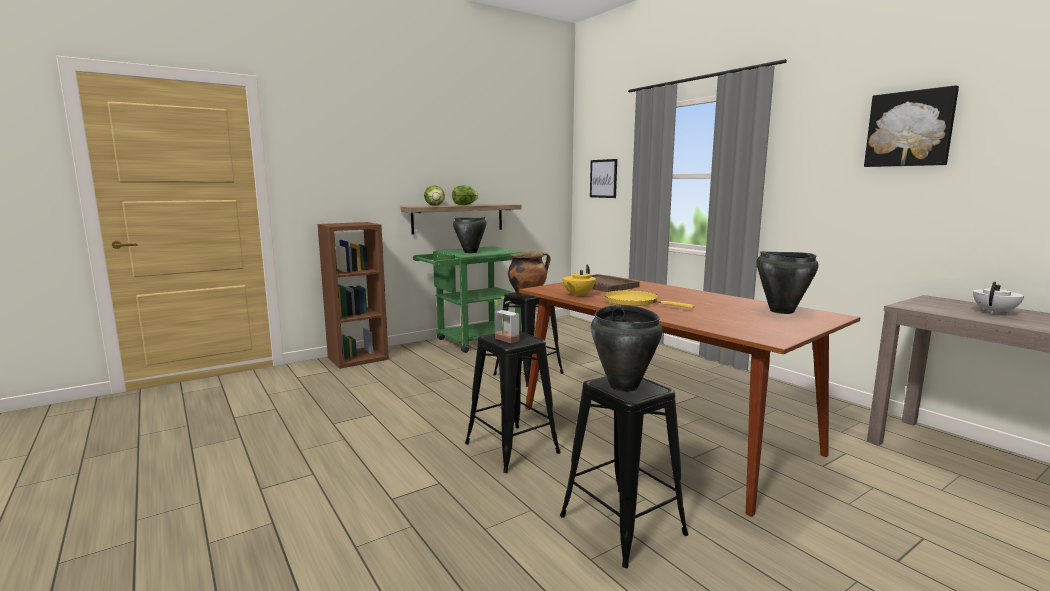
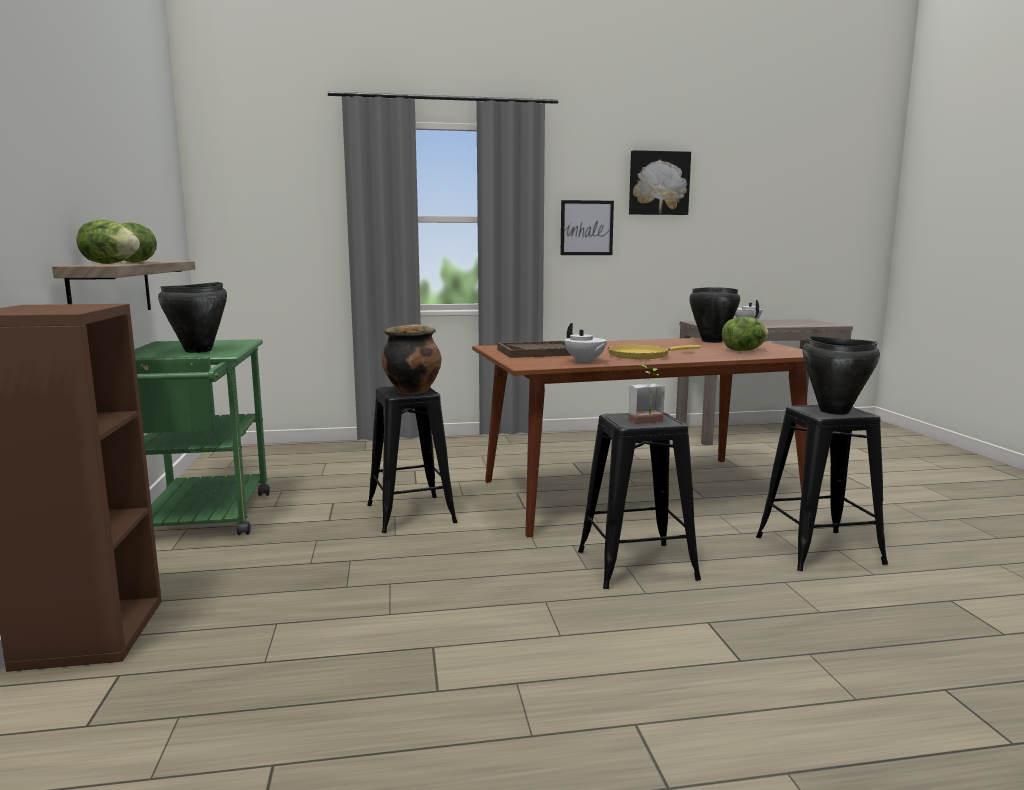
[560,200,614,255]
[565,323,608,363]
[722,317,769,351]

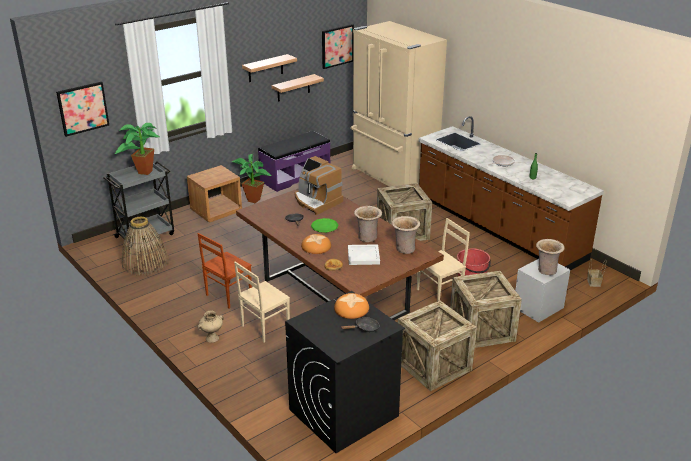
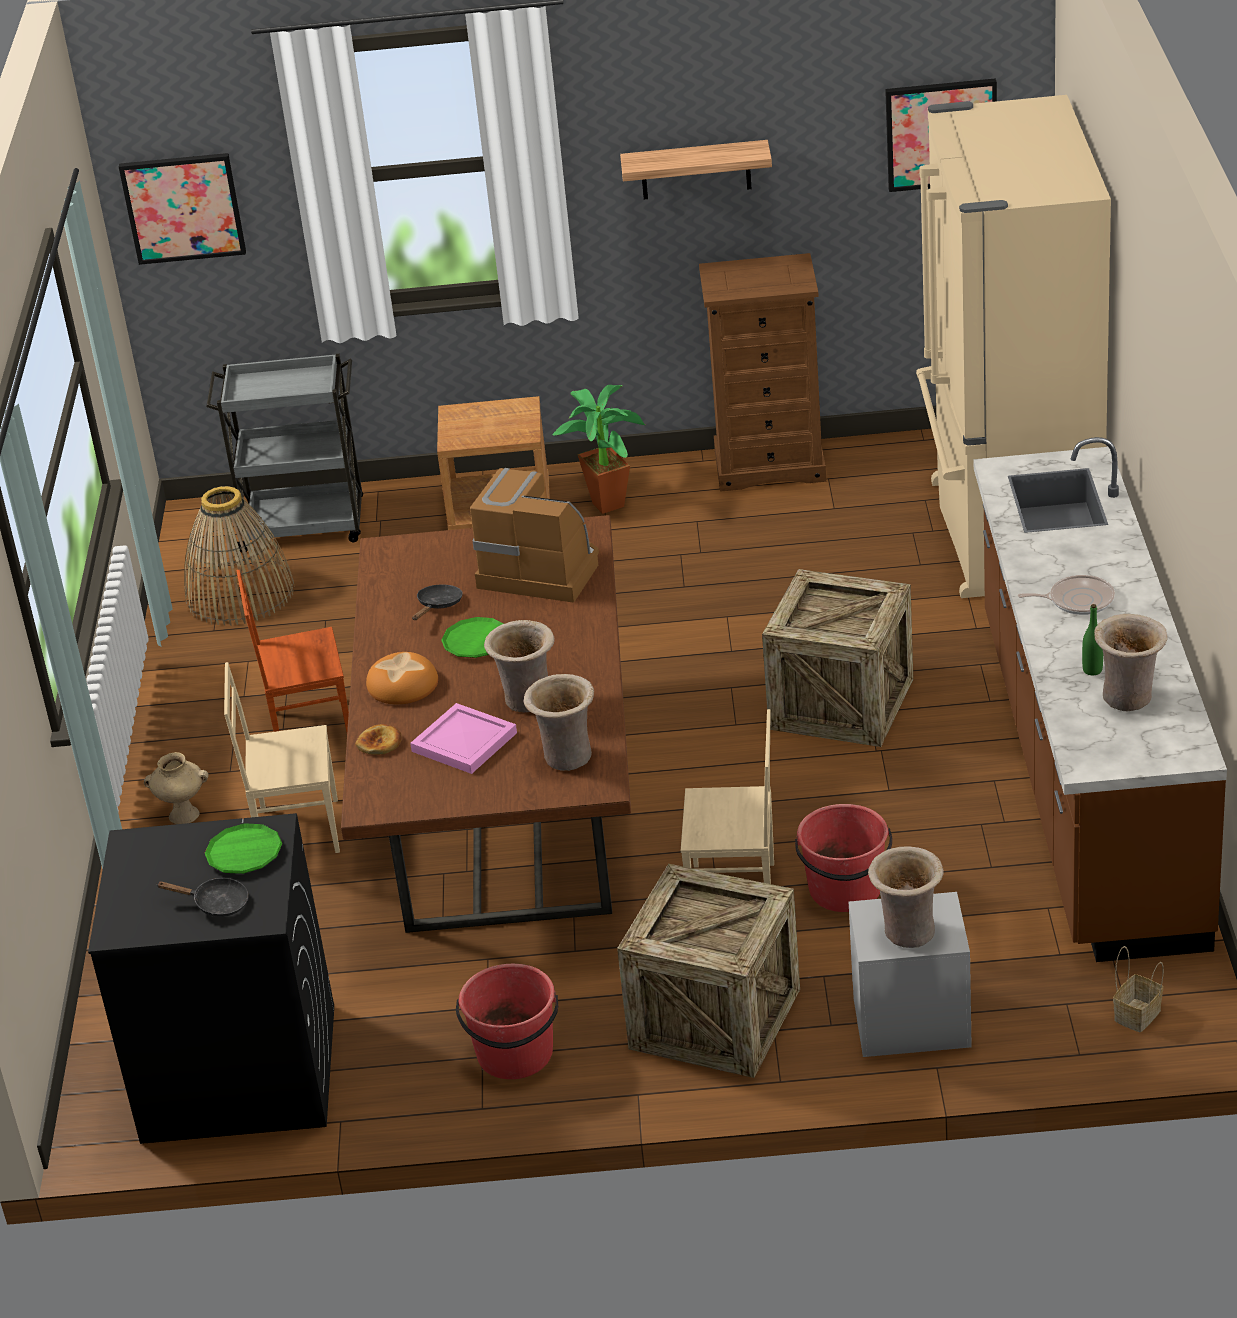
[272,74,324,101] (first image)
[115,123,160,175] (first image)
[699,253,826,492]
[470,468,599,603]
[410,703,517,774]
[205,823,282,874]
[456,964,558,1079]
[1094,614,1167,711]

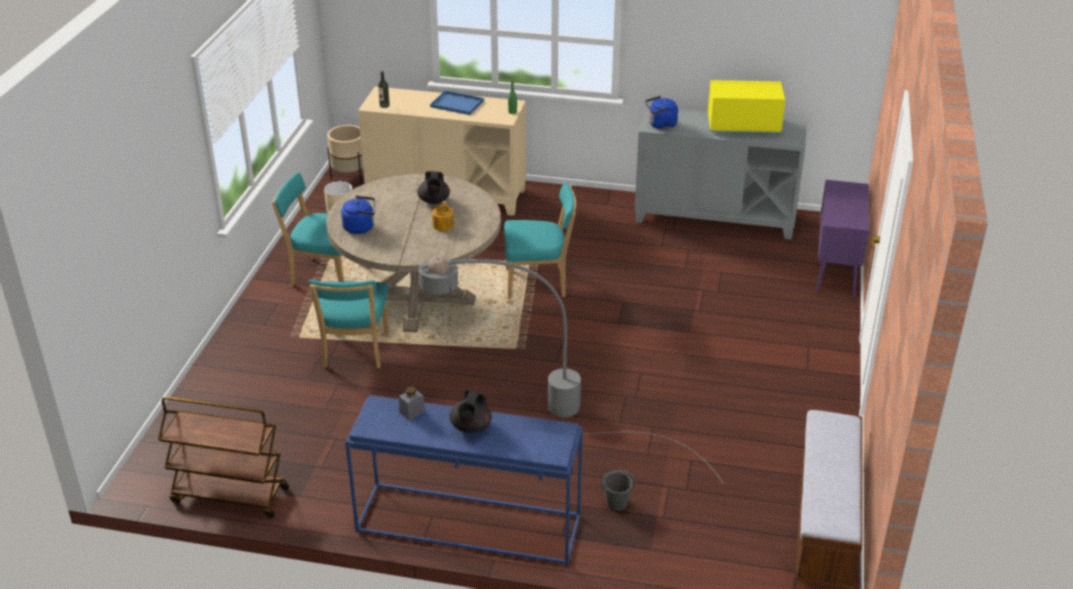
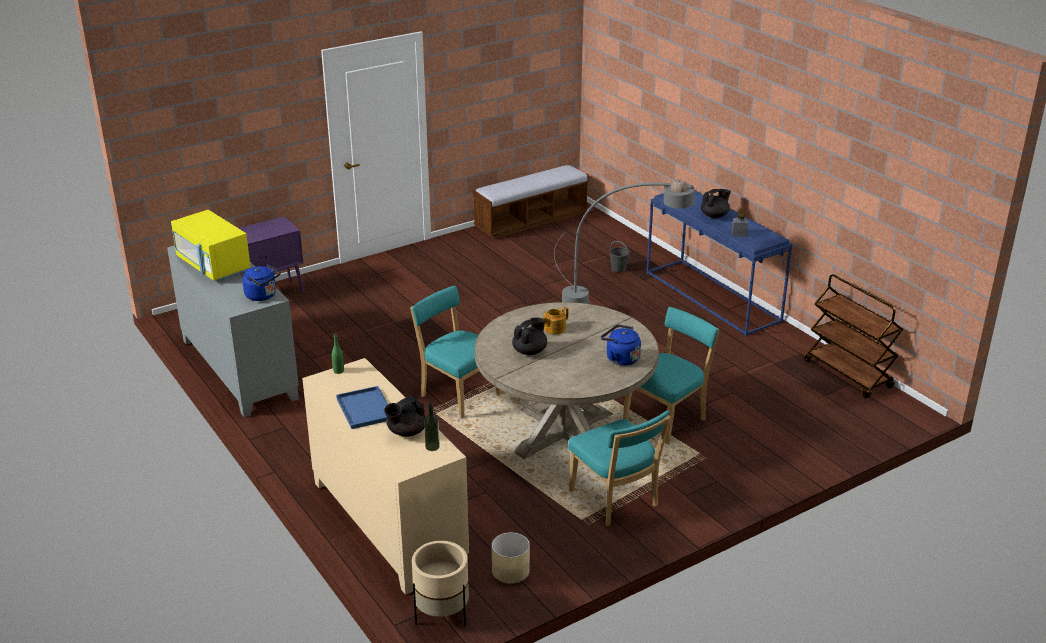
[384,395,426,437]

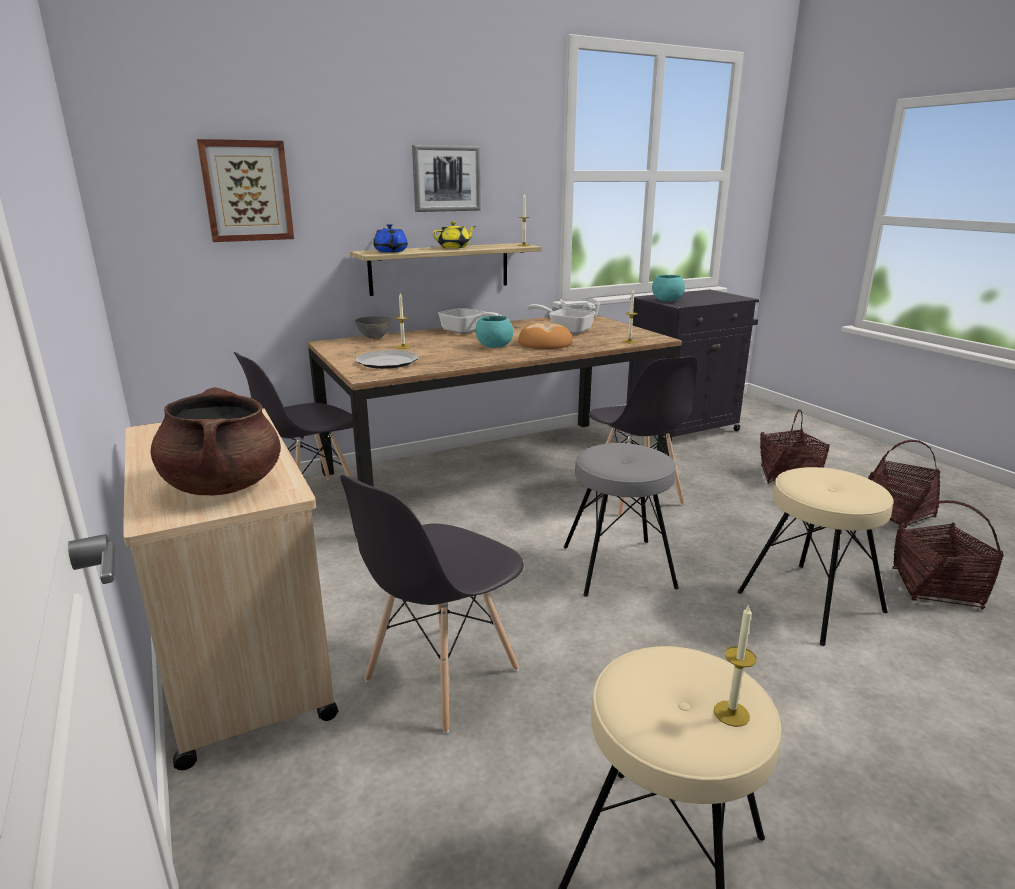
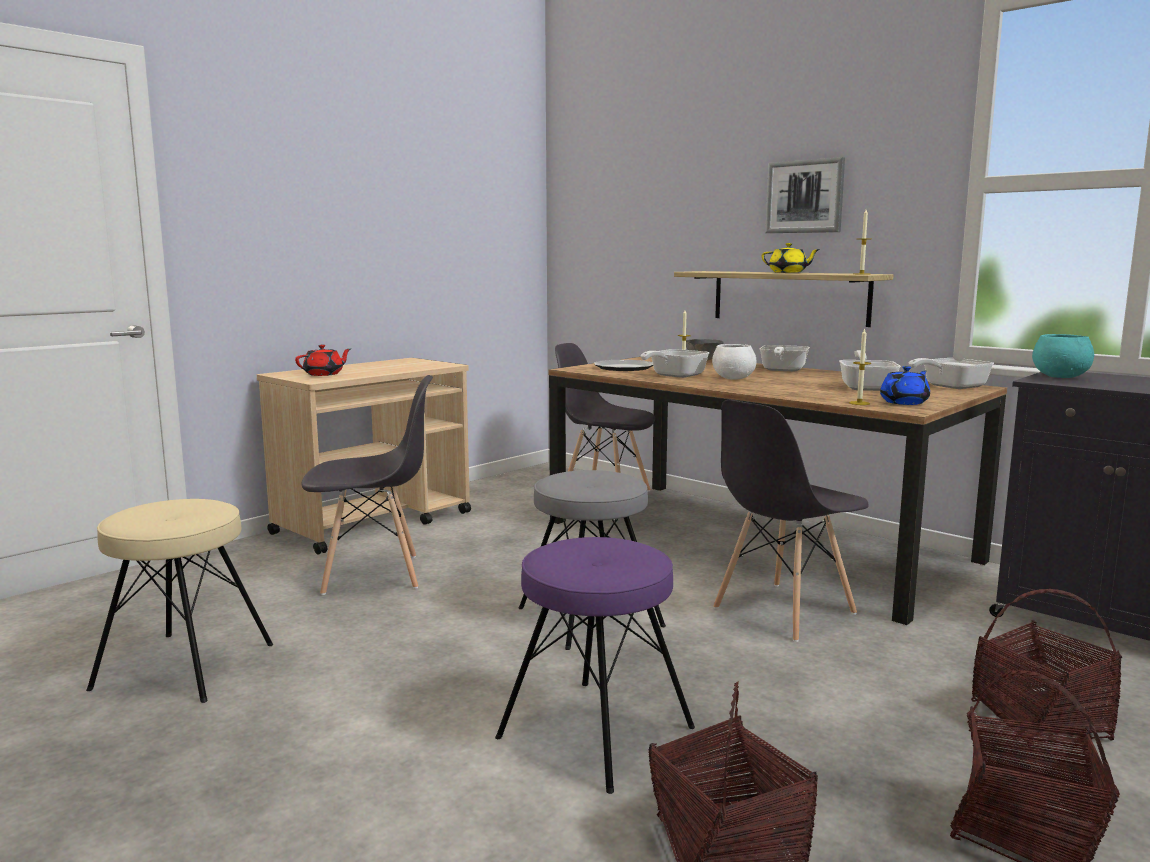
[197,139,294,242] (first image)
[880,366,930,405]
[712,344,756,380]
[518,323,573,349] (first image)
[295,345,351,376]
[495,537,695,794]
[301,375,433,595]
[714,604,757,727] (first image)
[641,349,709,378]

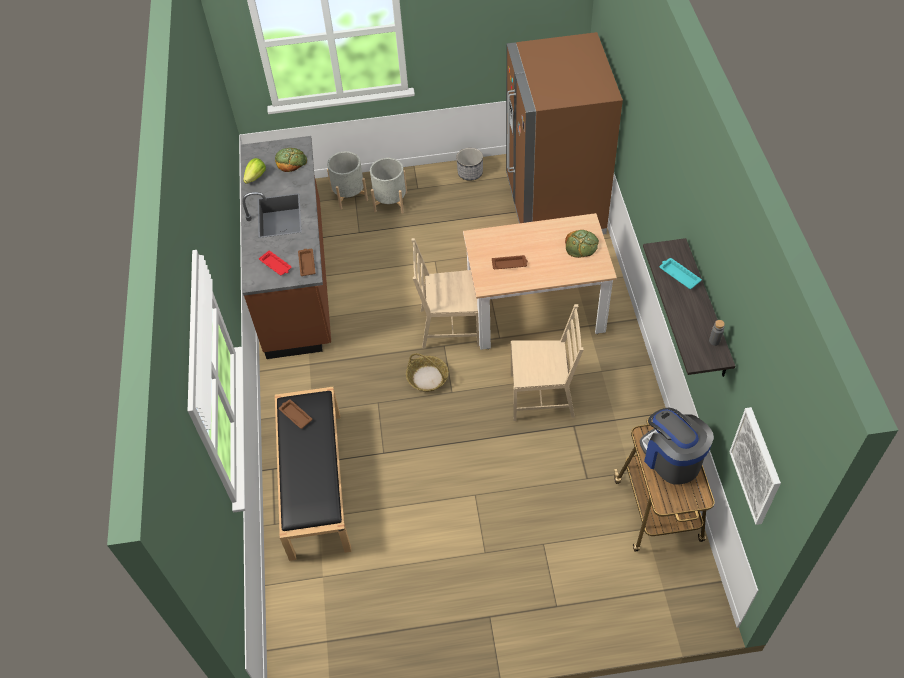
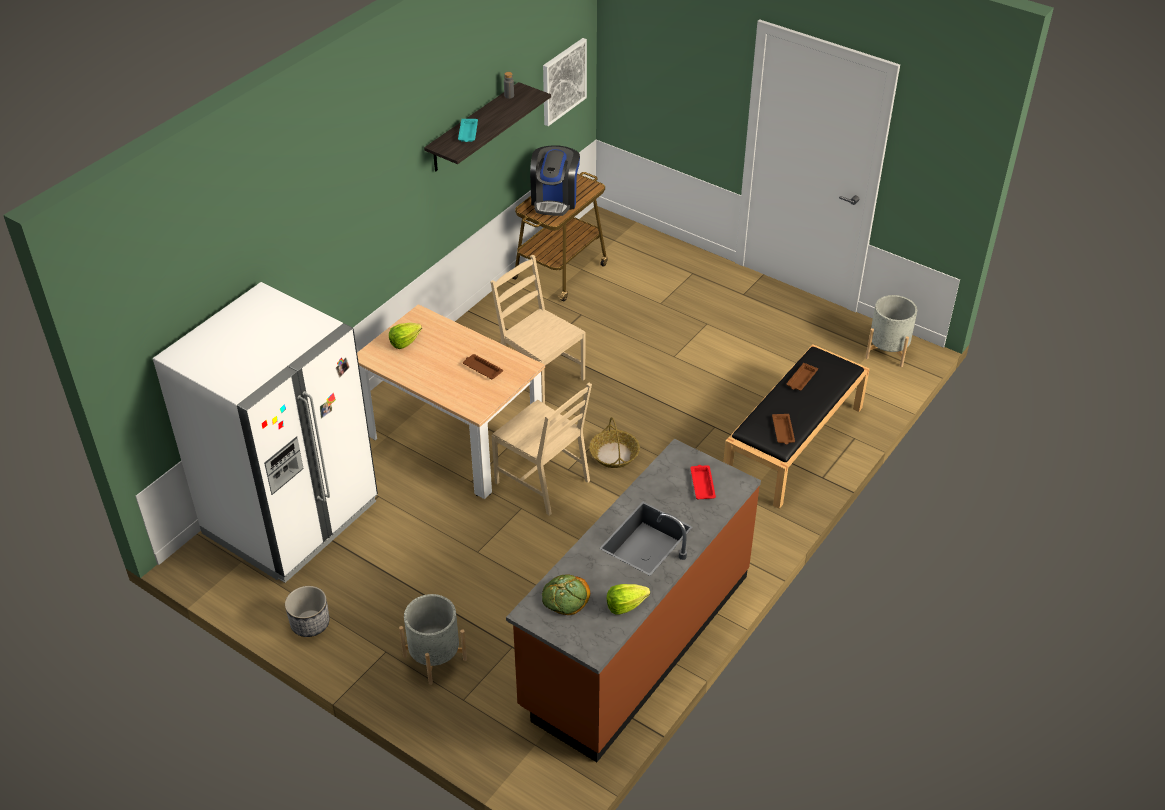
[153,282,378,583]
[865,295,917,367]
[389,322,422,349]
[786,363,818,391]

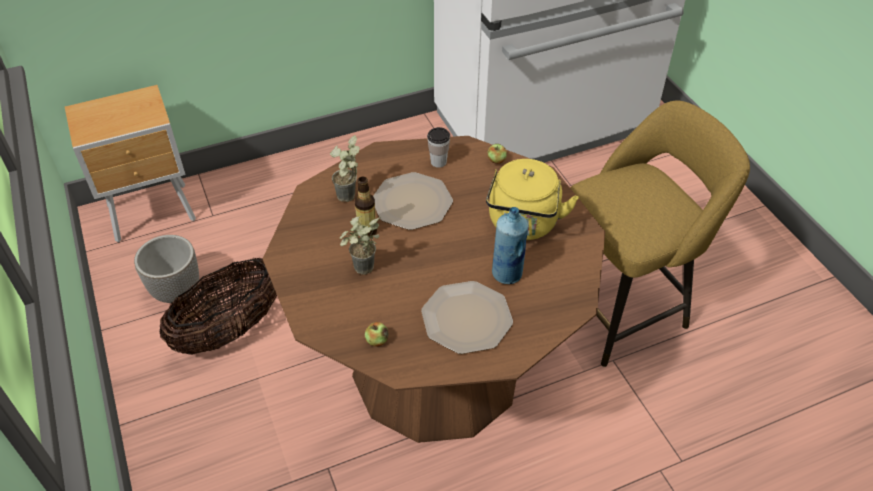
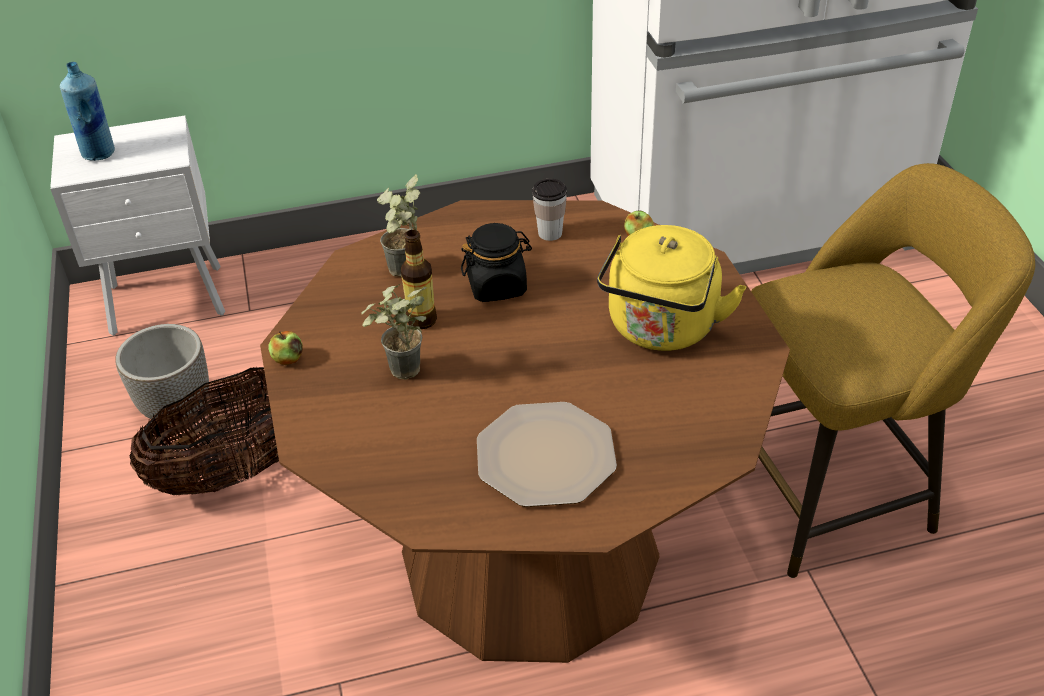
[50,116,225,336]
[461,223,532,302]
[60,62,115,161]
[269,331,303,365]

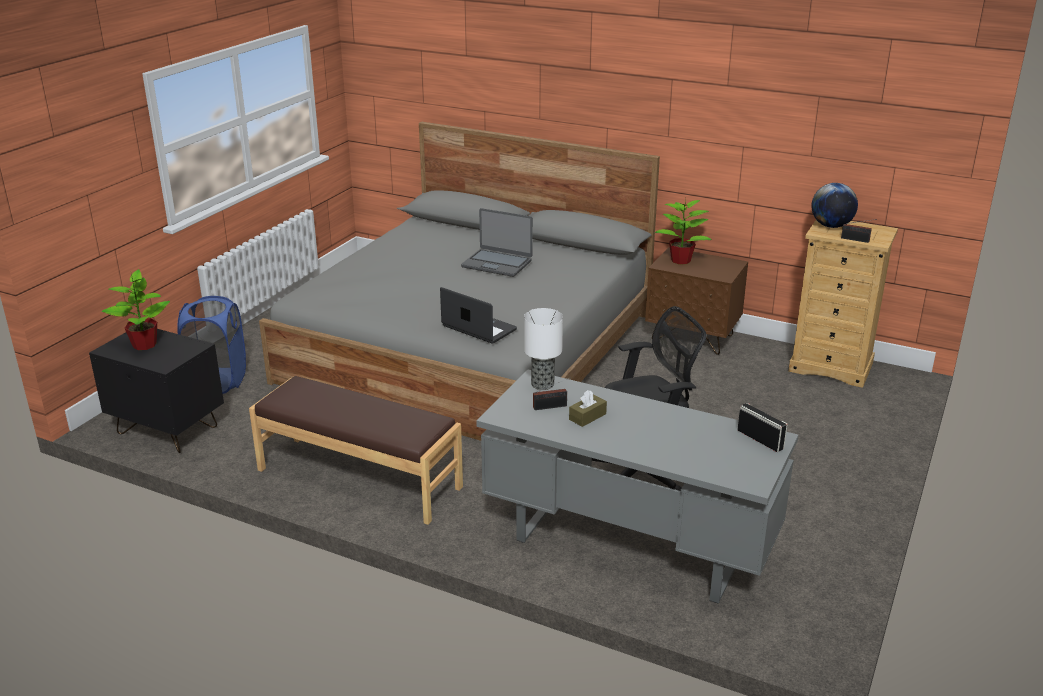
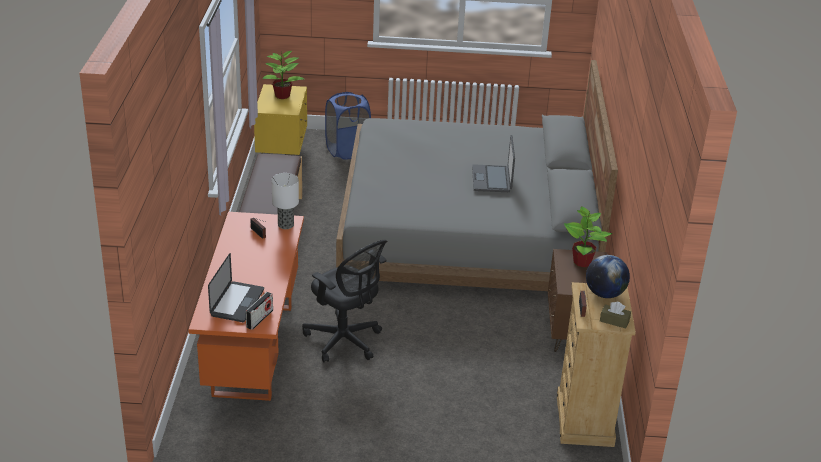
[208,253,264,322]
[254,84,307,156]
[189,212,304,401]
[600,302,631,329]

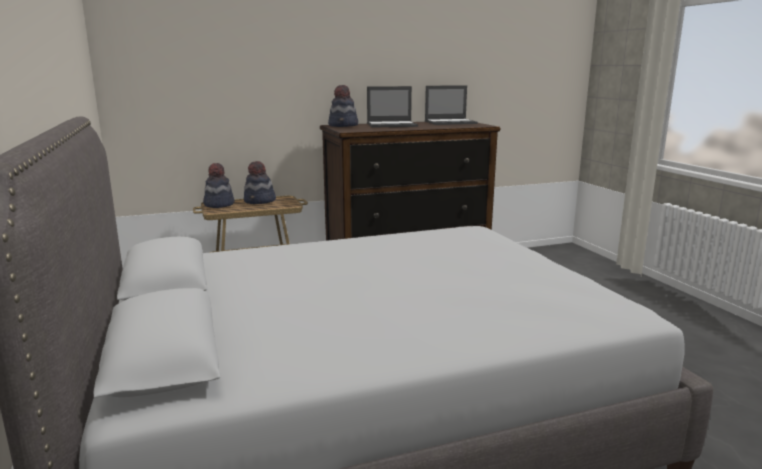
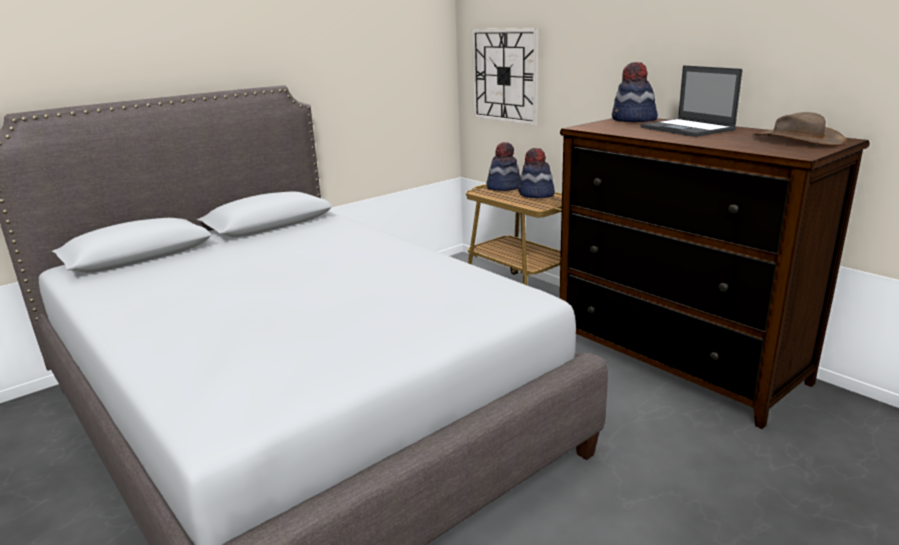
[752,112,846,146]
[471,28,539,126]

